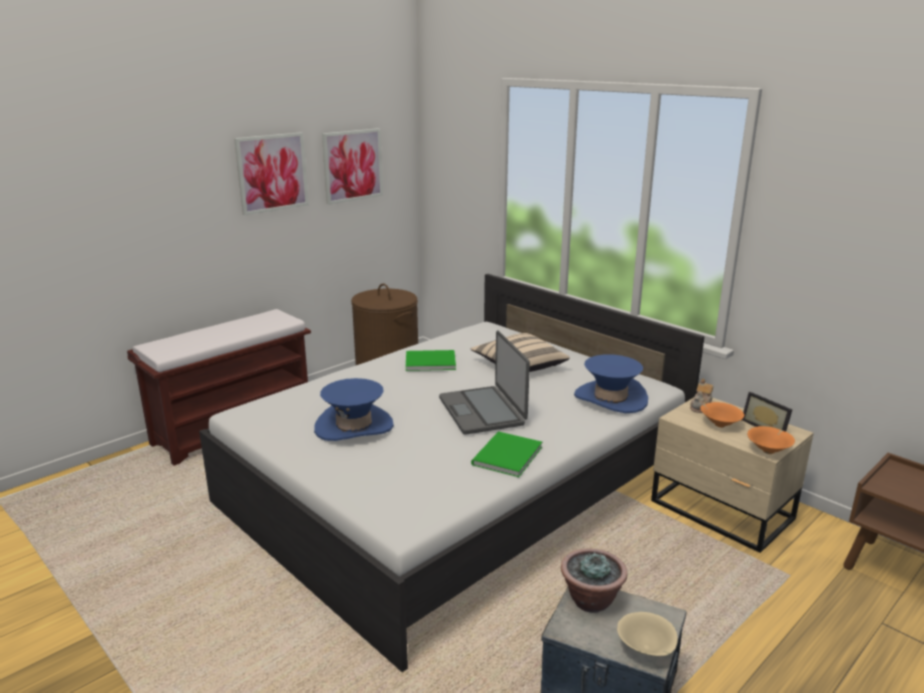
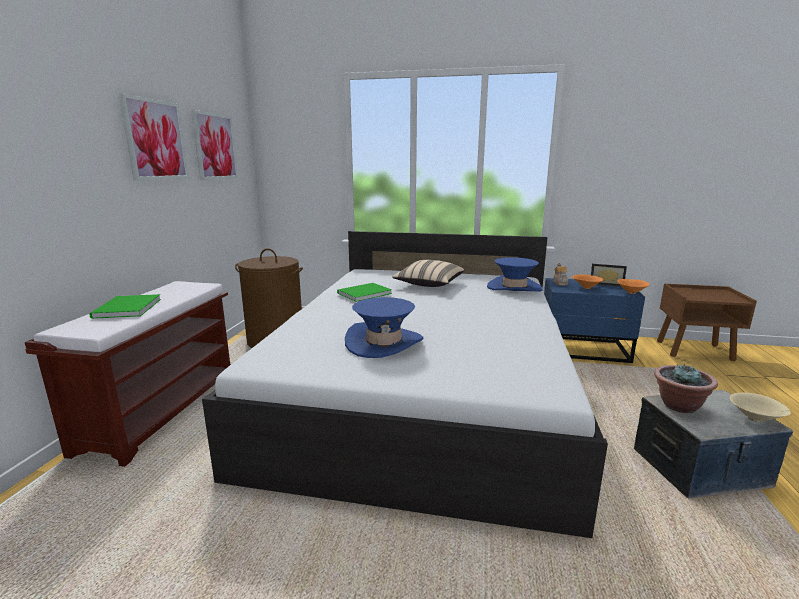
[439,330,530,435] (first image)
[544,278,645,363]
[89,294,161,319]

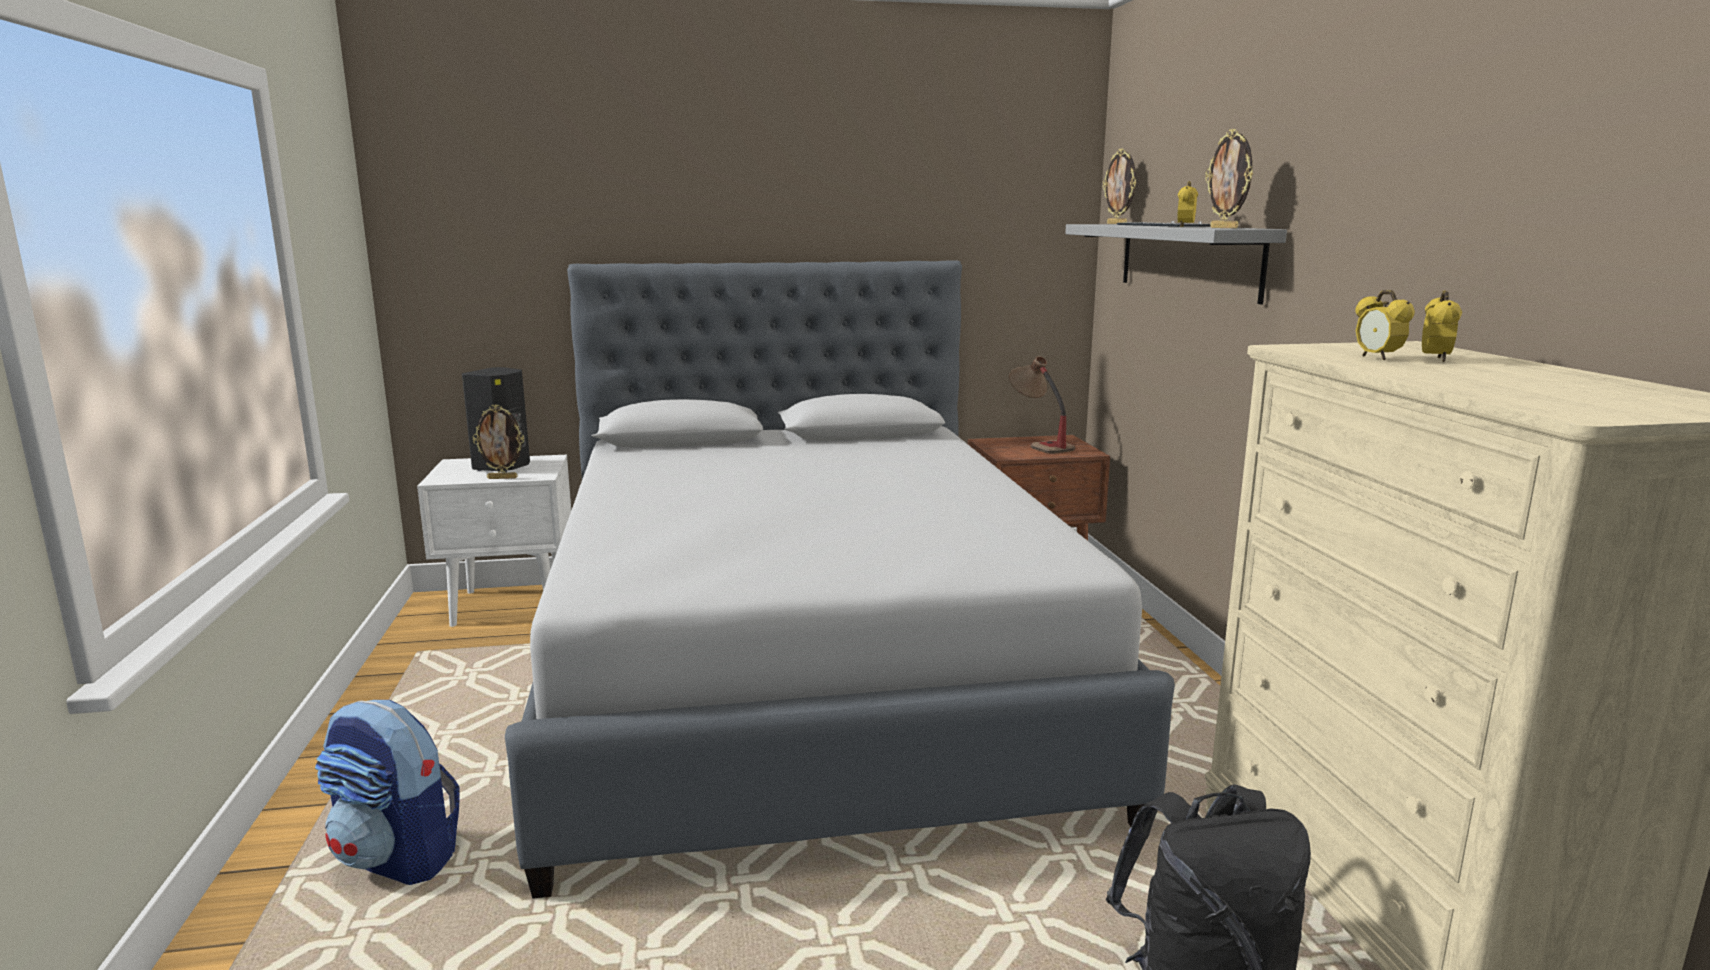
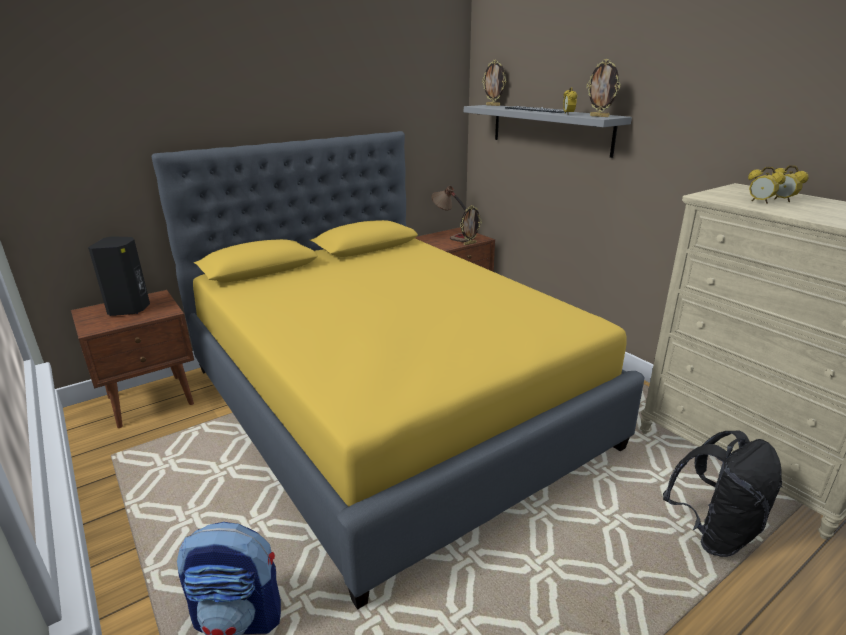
[152,131,645,610]
[772,165,808,202]
[460,205,482,245]
[71,290,194,428]

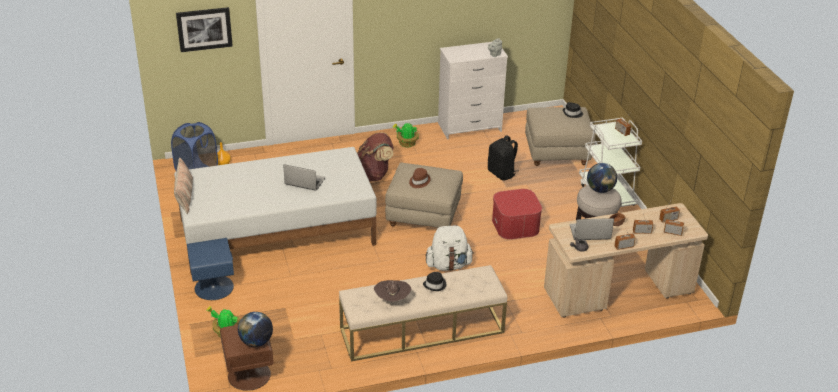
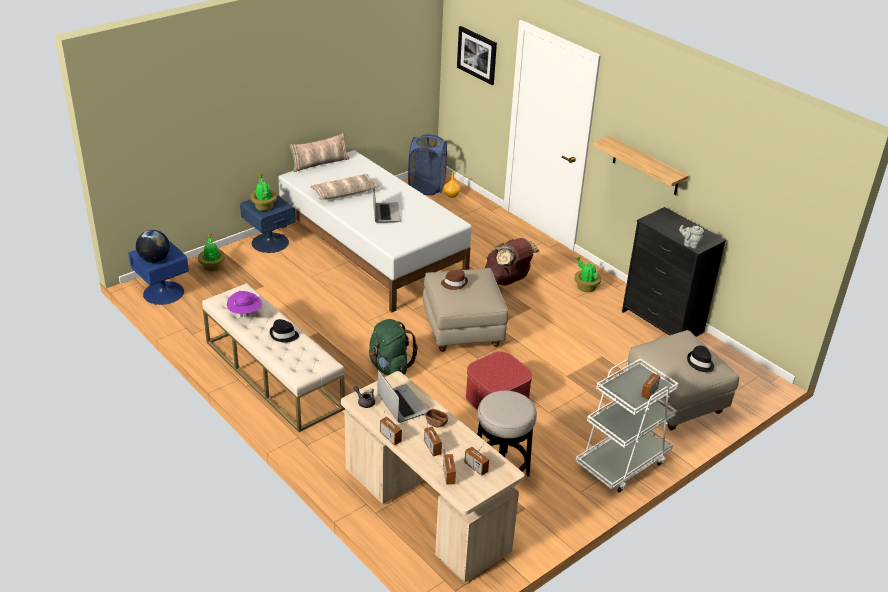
[622,207,726,337]
[488,136,519,180] (first image)
[587,163,617,193] (first image)
[369,319,418,375]
[227,291,262,318]
[129,241,189,305]
[593,136,688,195]
[250,174,277,211]
[311,174,379,200]

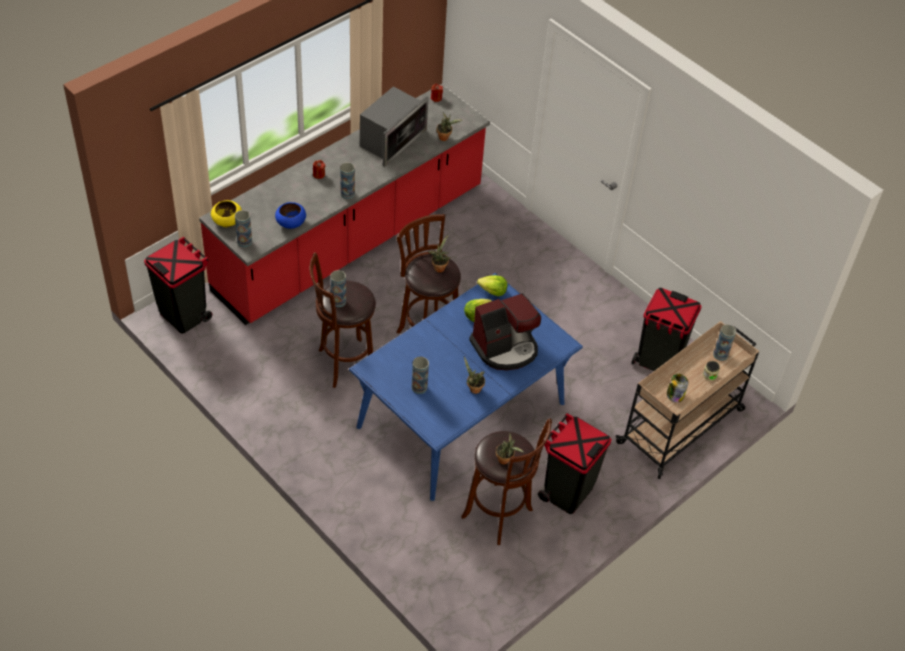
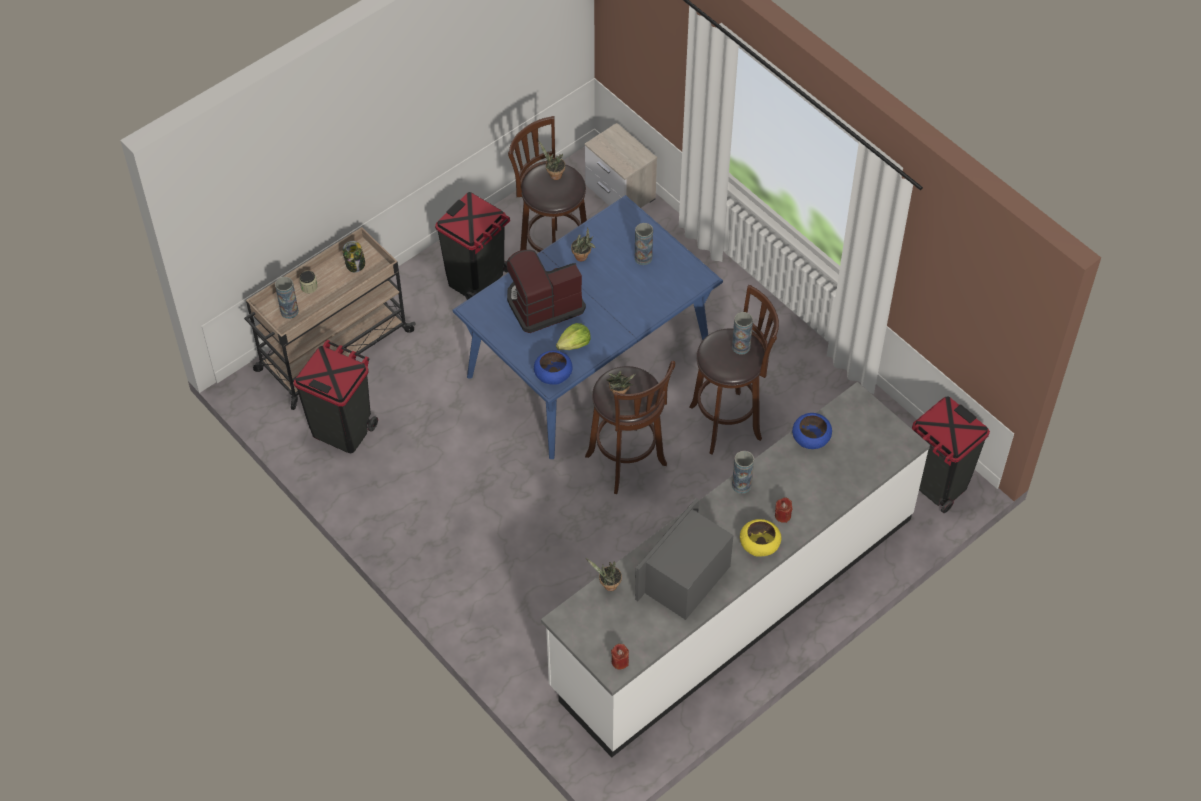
[541,382,930,757]
[740,519,782,557]
[235,210,252,247] (first image)
[534,350,572,385]
[585,123,657,208]

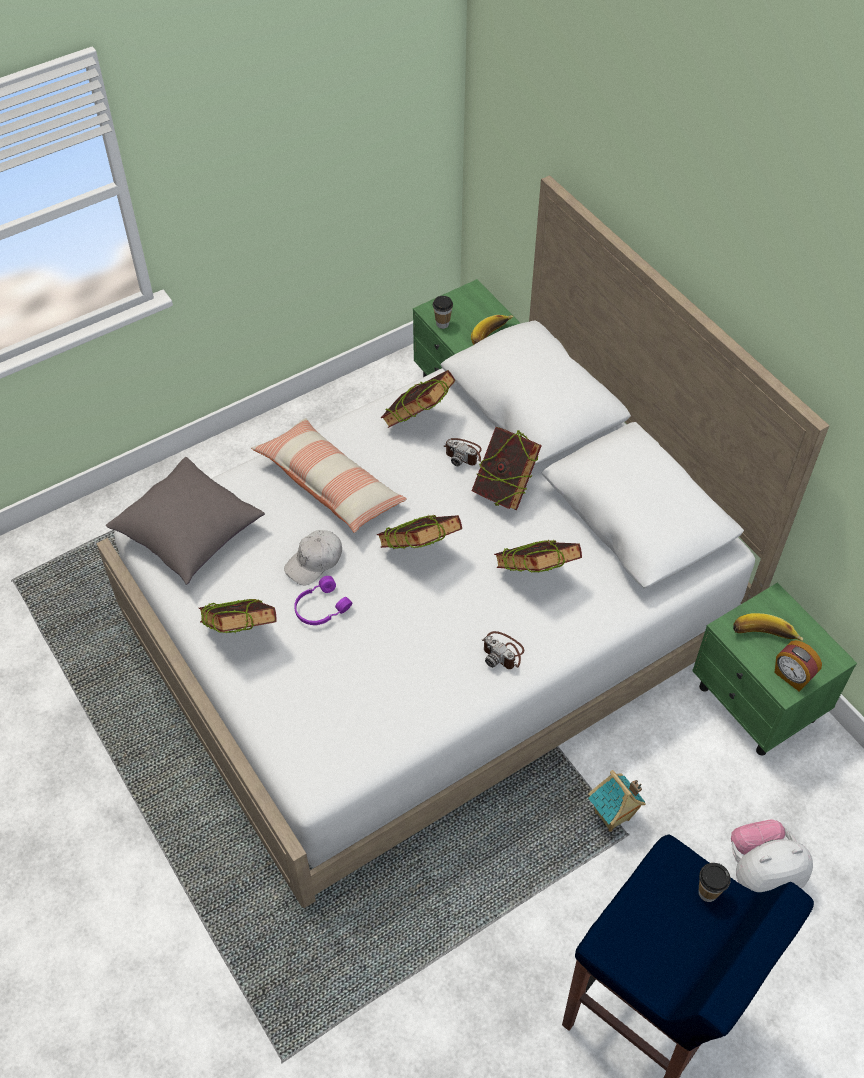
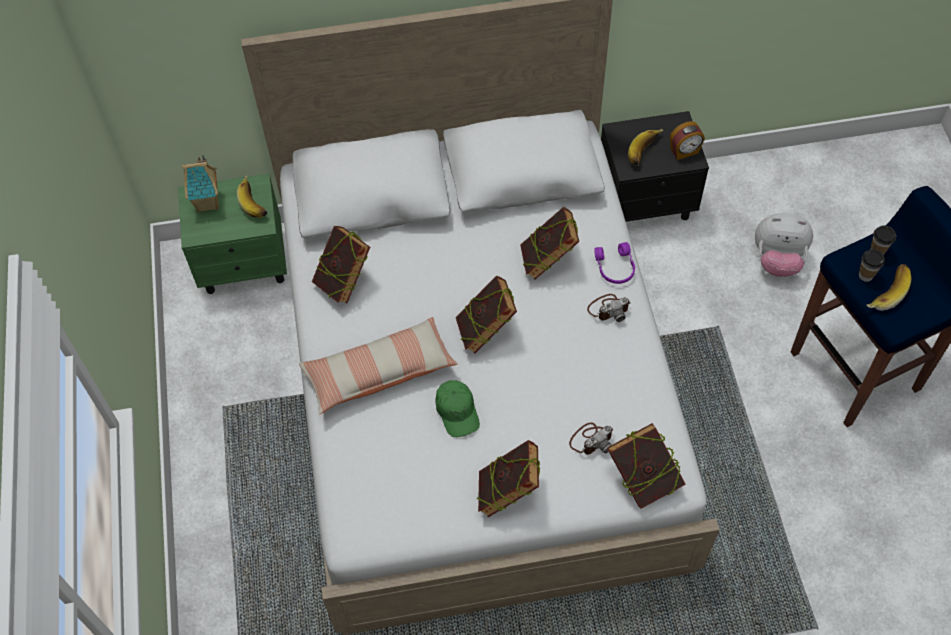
[859,249,885,282]
[607,423,686,509]
[569,422,613,455]
[106,457,265,585] (first image)
[435,380,480,437]
[594,242,635,284]
[601,111,709,222]
[182,155,219,212]
[755,213,813,277]
[867,264,912,311]

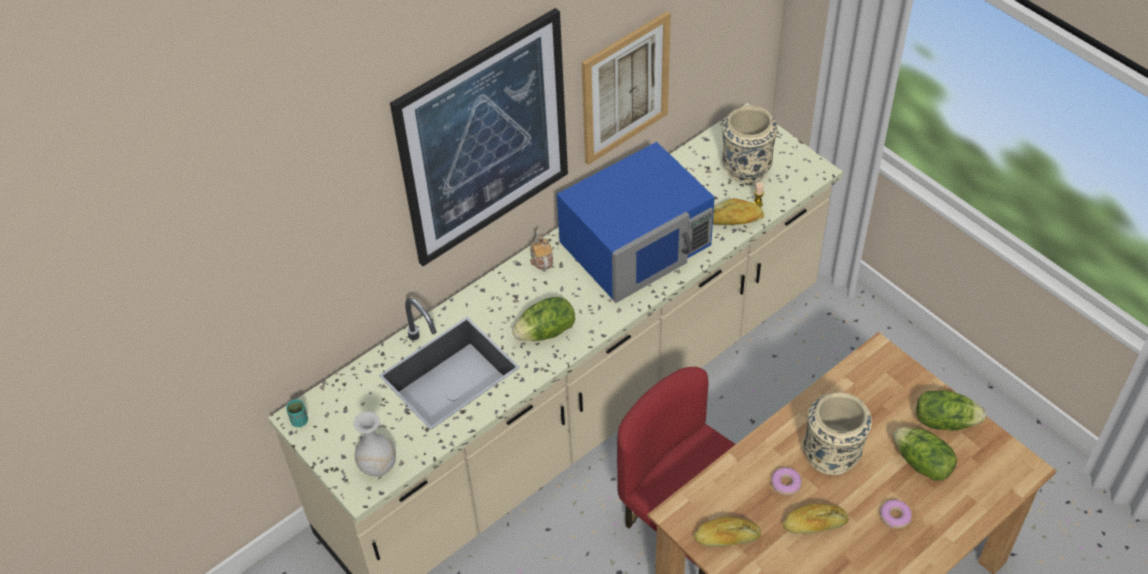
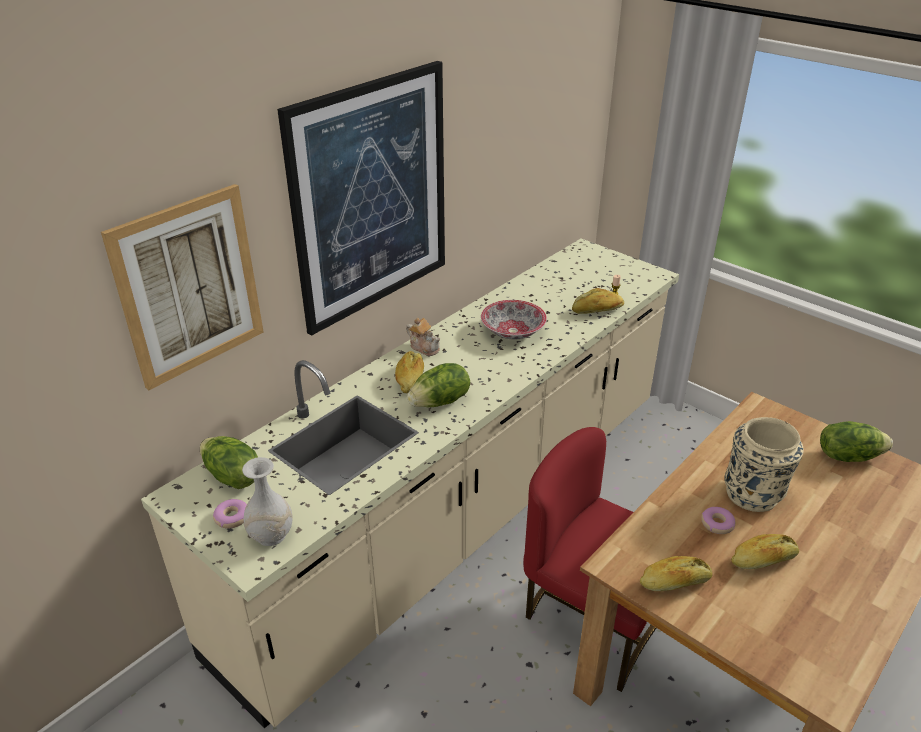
[101,184,264,390]
[722,105,778,183] (first image)
[481,300,547,339]
[406,318,440,356]
[286,399,308,427] (first image)
[200,436,258,489]
[213,499,247,528]
[395,351,424,393]

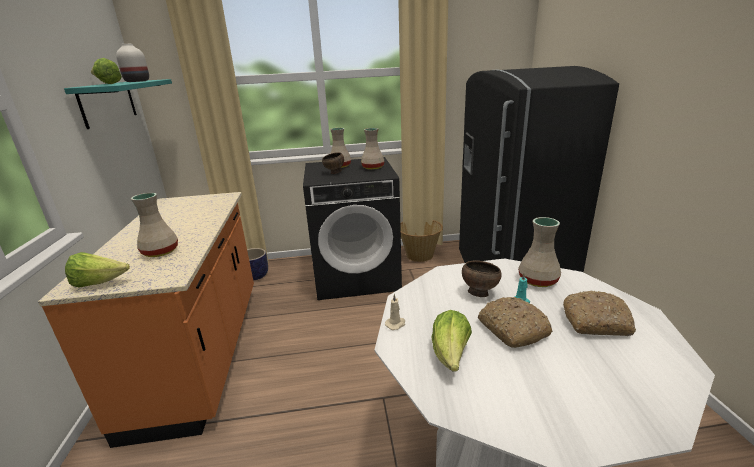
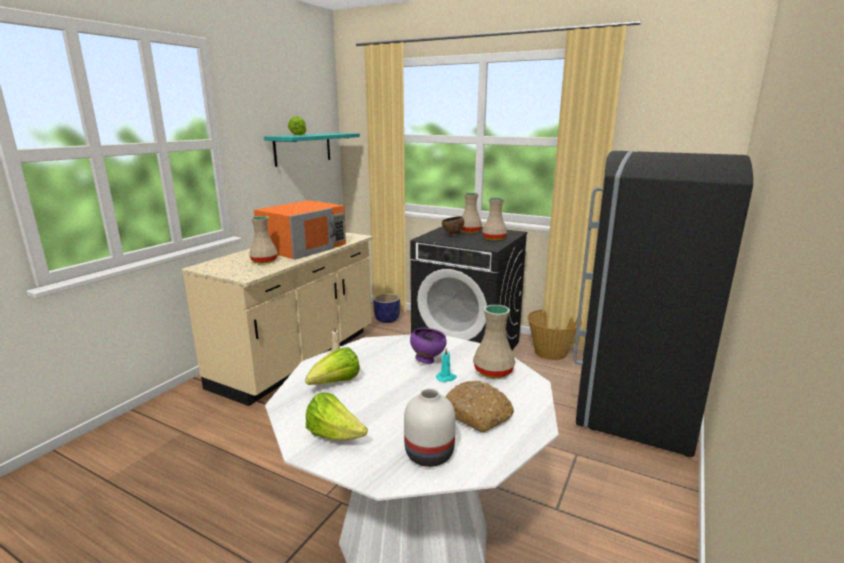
[404,388,455,467]
[181,233,373,406]
[306,392,368,440]
[410,328,447,364]
[478,297,553,348] (first image)
[254,200,346,260]

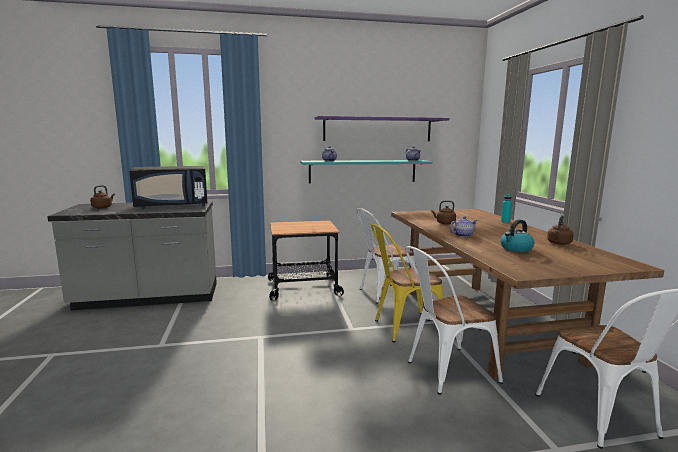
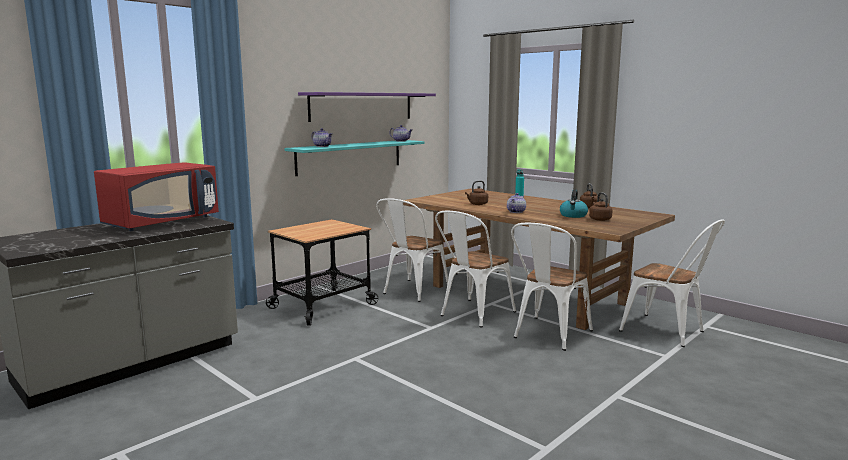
[94,162,219,231]
[589,193,613,221]
[435,211,516,328]

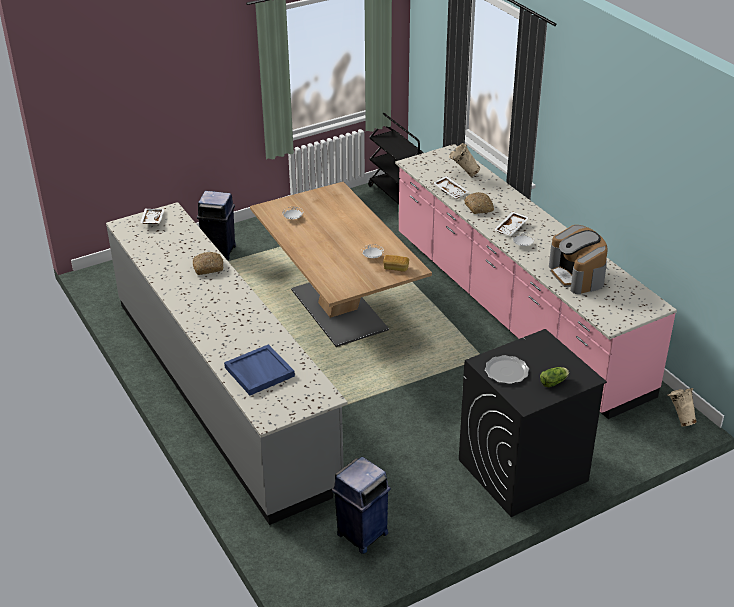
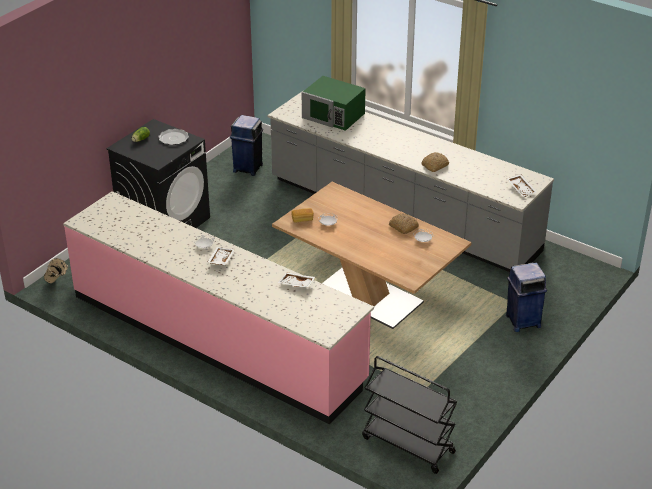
[449,143,480,177] (first image)
[389,213,419,234]
[549,225,608,294] (first image)
[302,76,366,131]

